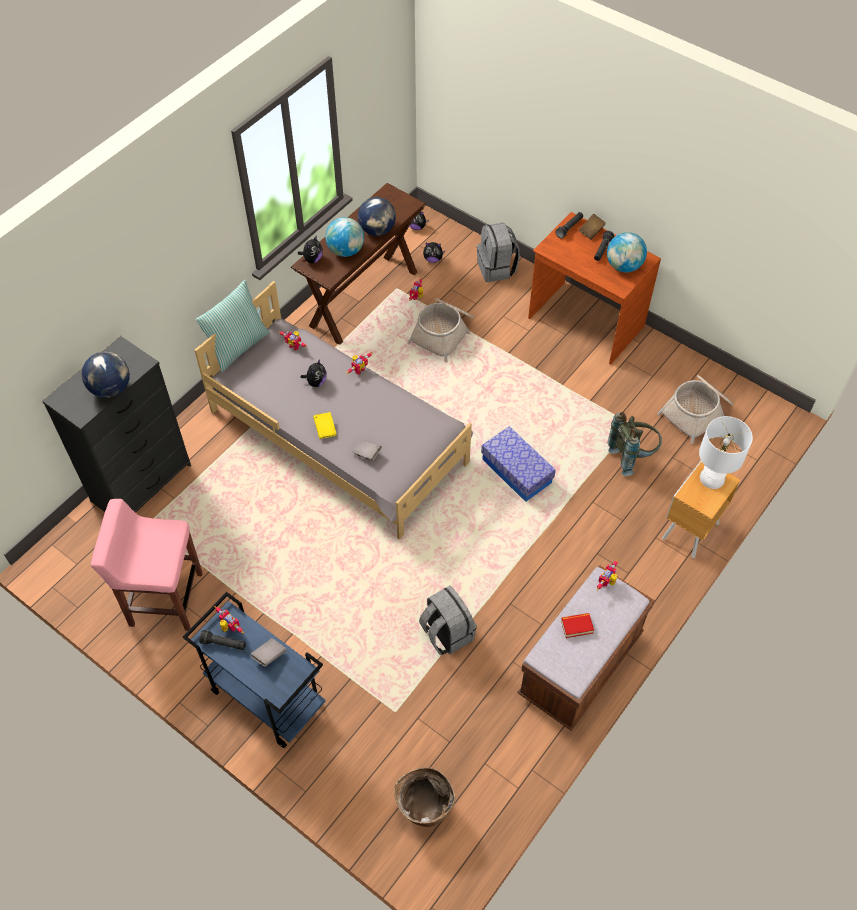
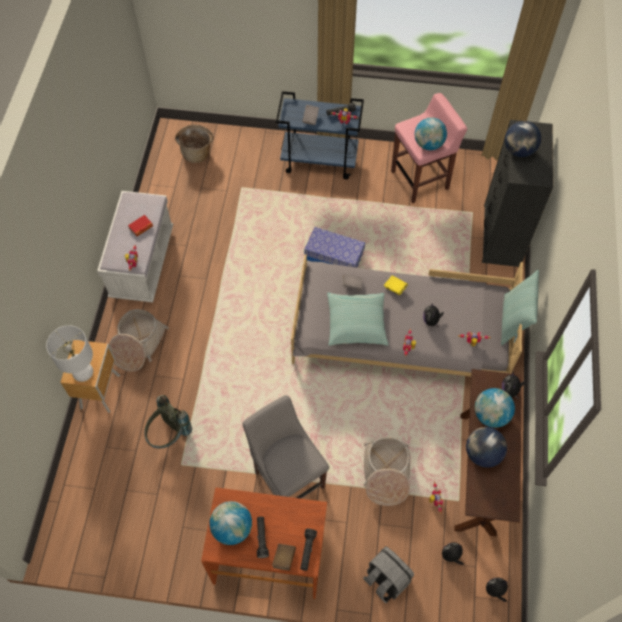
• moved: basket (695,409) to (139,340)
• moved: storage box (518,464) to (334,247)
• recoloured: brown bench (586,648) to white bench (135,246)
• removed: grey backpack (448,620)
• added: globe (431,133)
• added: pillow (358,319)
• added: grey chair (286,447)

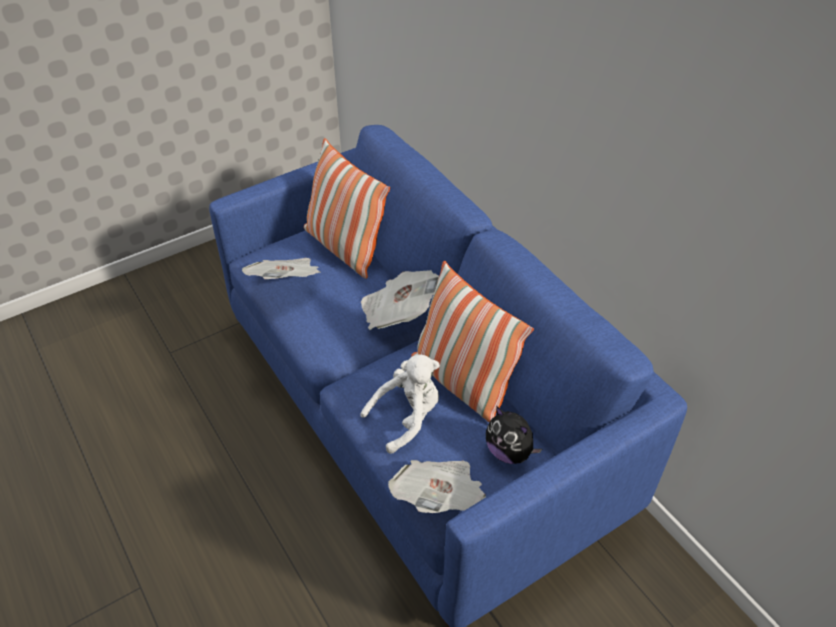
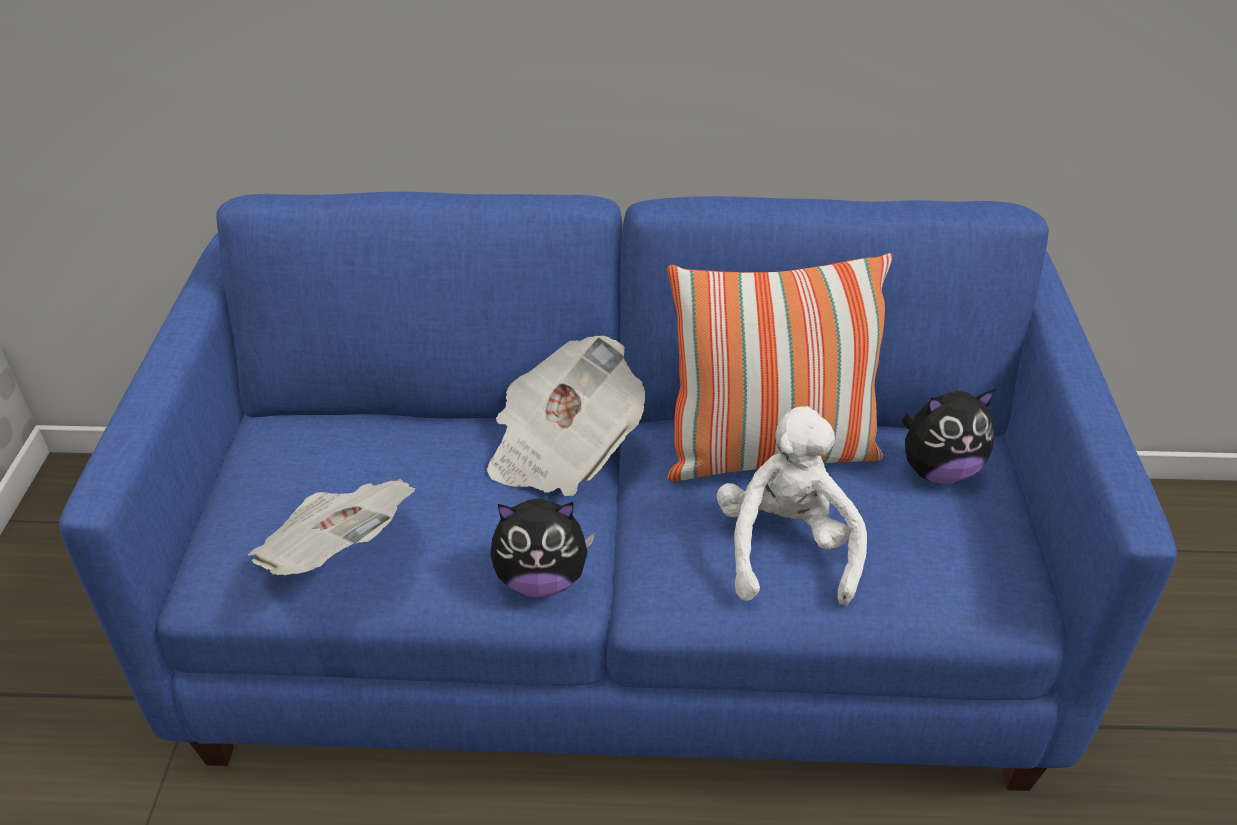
• removed: pillow (347,208)
• removed: newspaper (437,486)
• added: plush toy (542,548)

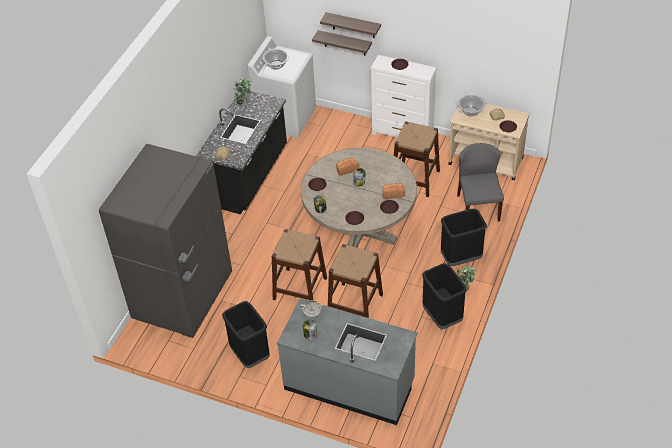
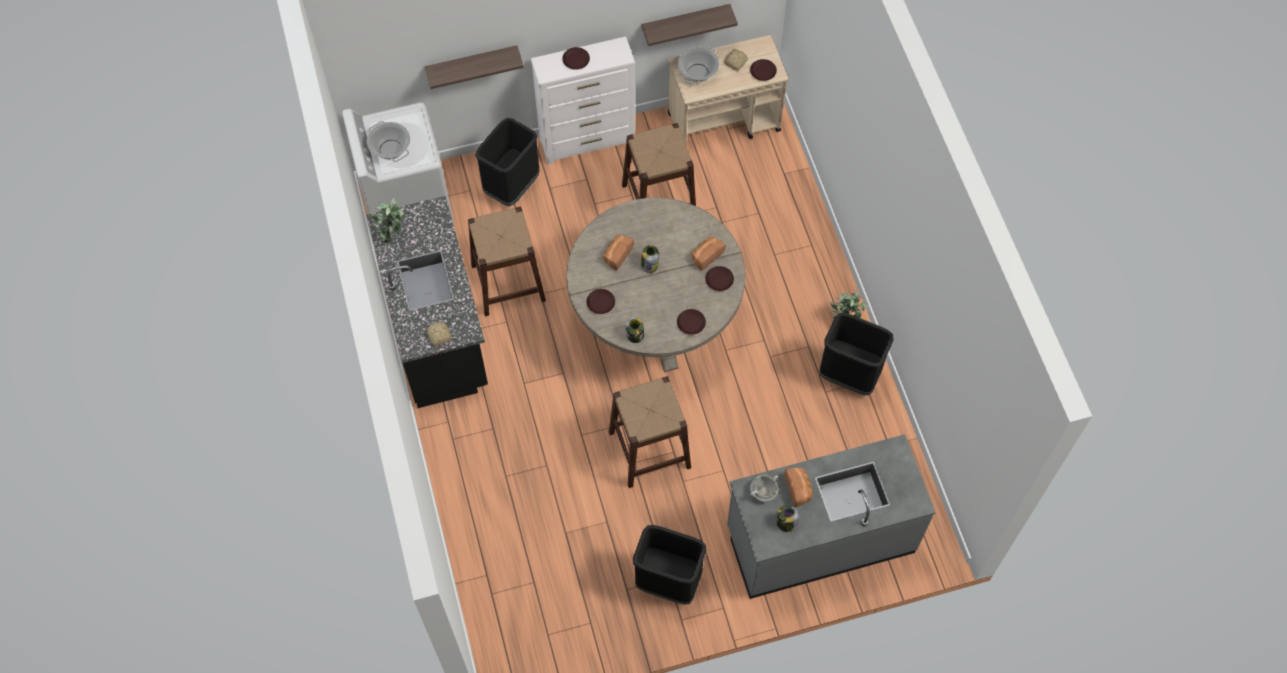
• moved: shelf (350,25) to (689,25)
• removed: grey chair (480,182)
• removed: grey fridge (165,241)
• moved: black trash can (464,237) to (507,162)
• moved: brown stool (355,281) to (507,261)
• added: bread (798,487)

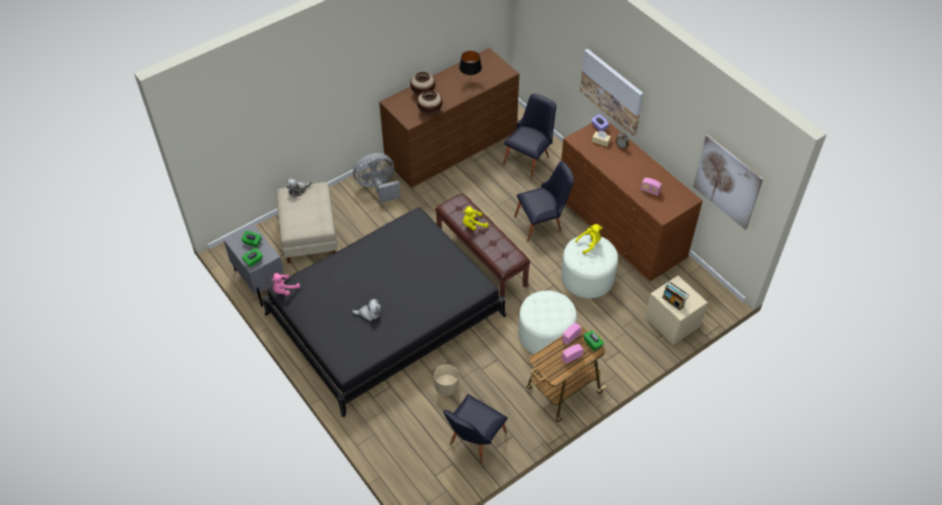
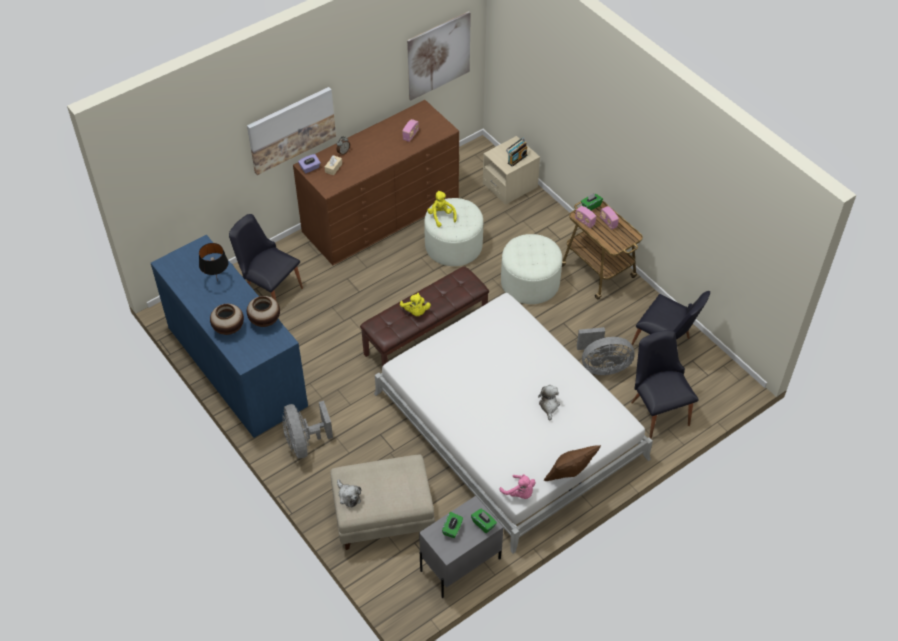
• recoloured: brown dresser (449,118) to blue dresser (229,336)
• moved: black chair (544,201) to (664,384)
• recoloured: black bed (384,312) to white bed (513,423)
• replaced: beige planter (446,379) to grey fan (606,351)
• added: brown pillow (572,463)

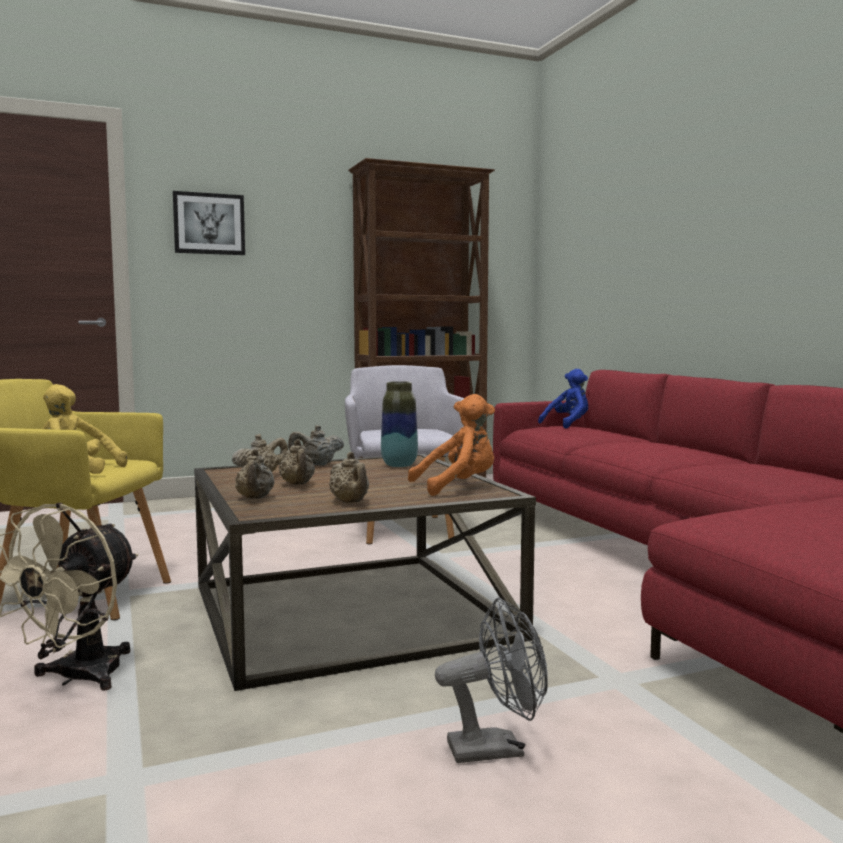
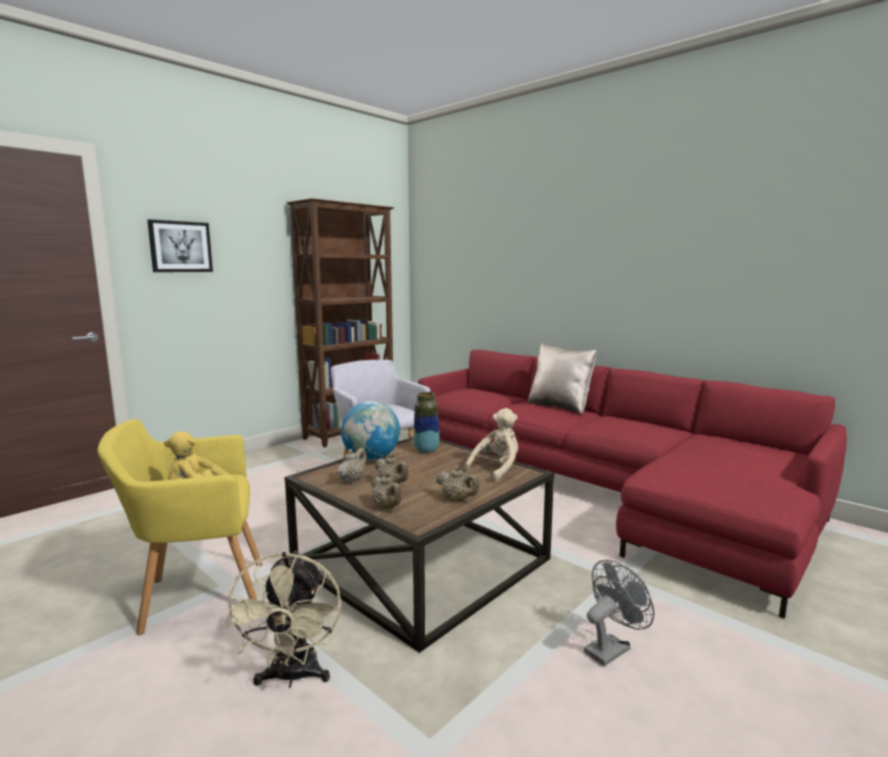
• removed: blue plush toy (563,398)
• recoloured: orange plush toy (451,445) to beige plush toy (491,445)
• replaced: beige teapot (316,445) to globe (370,430)
• added: beige pillow (562,379)

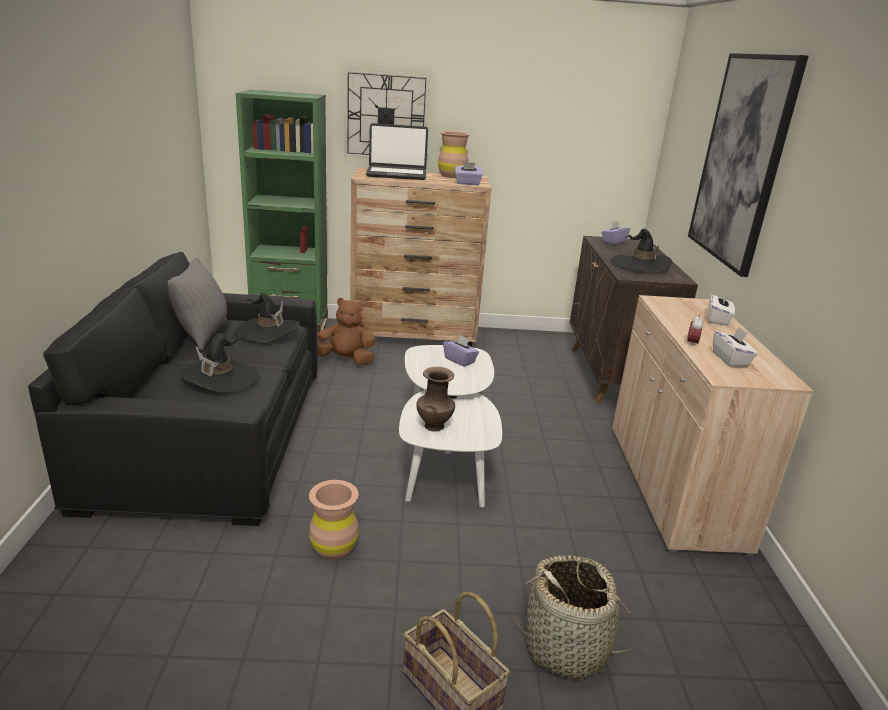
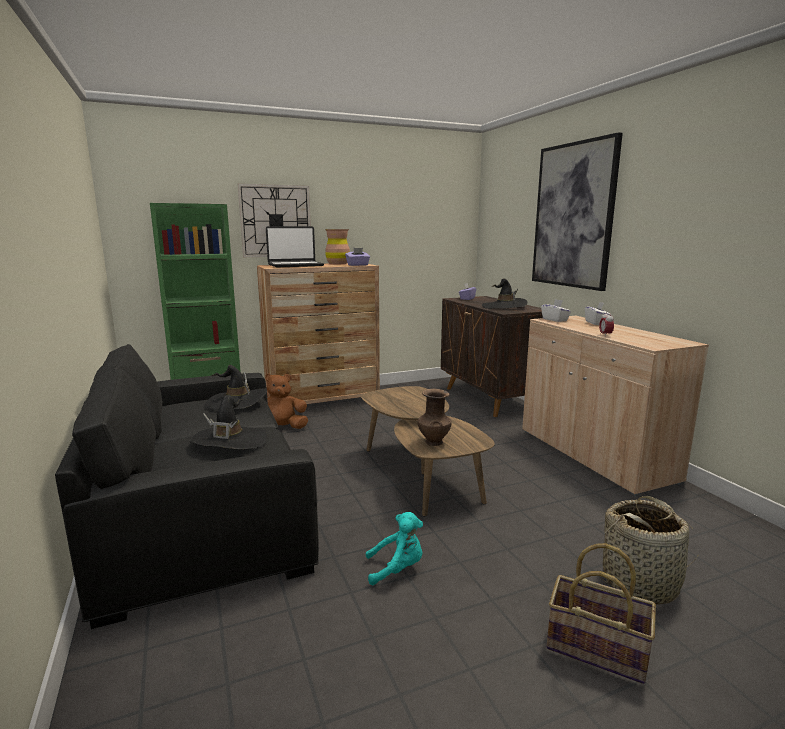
• removed: grey pillow (197,303)
• moved: white tissue box (735,346) to (556,310)
• removed: purple tissue box (461,351)
• recoloured: white coffee table (450,426) to brown coffee table (428,451)
• replaced: brown vase (334,520) to turquoise plush toy (394,548)

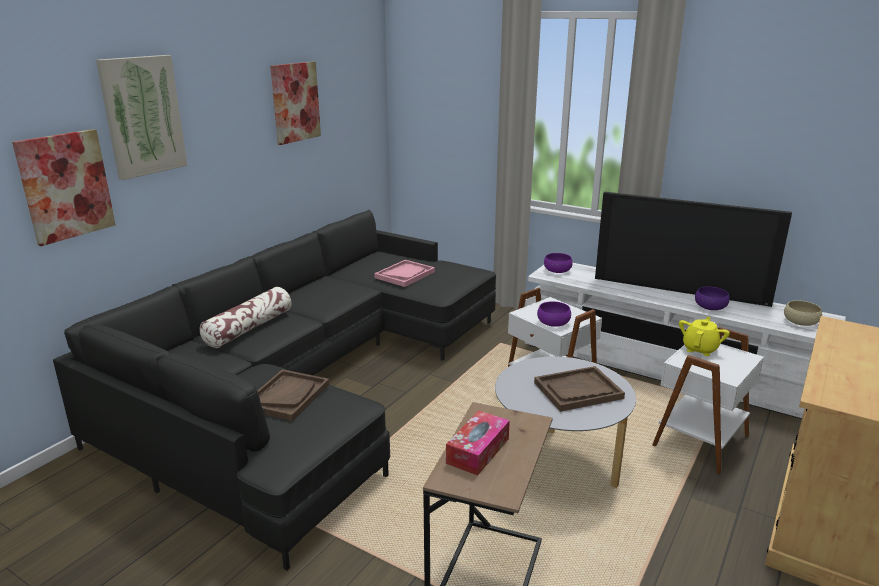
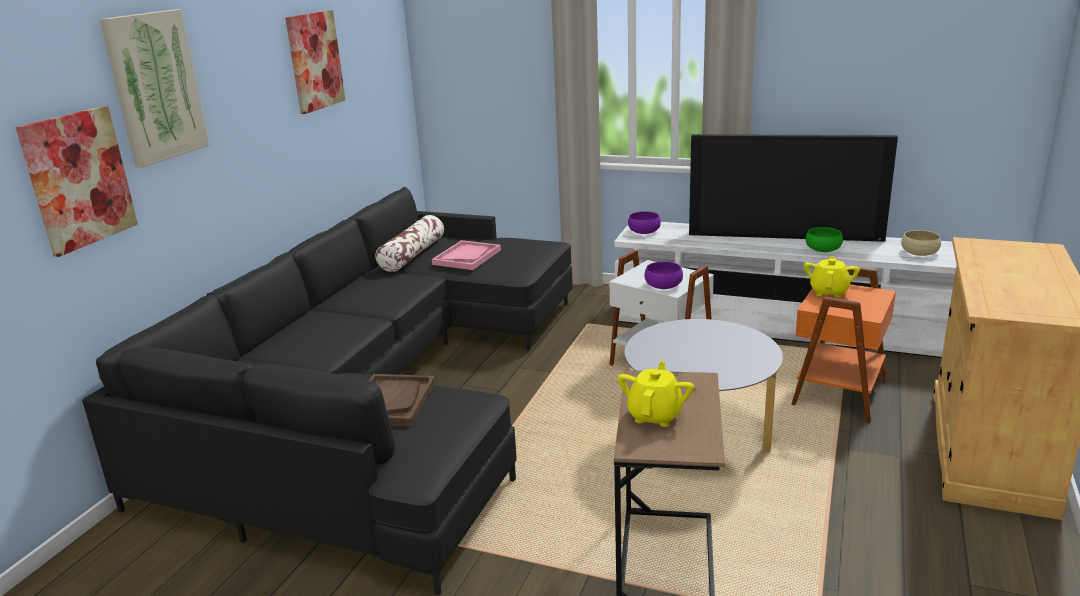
• moved: pillow (245,317) to (409,243)
• recoloured: purple bowl (712,298) to green bowl (824,239)
• recoloured: white side table (708,401) to orange side table (844,344)
• removed: brown tray (579,389)
• replaced: tissue box (478,443) to yellow teapot (656,394)

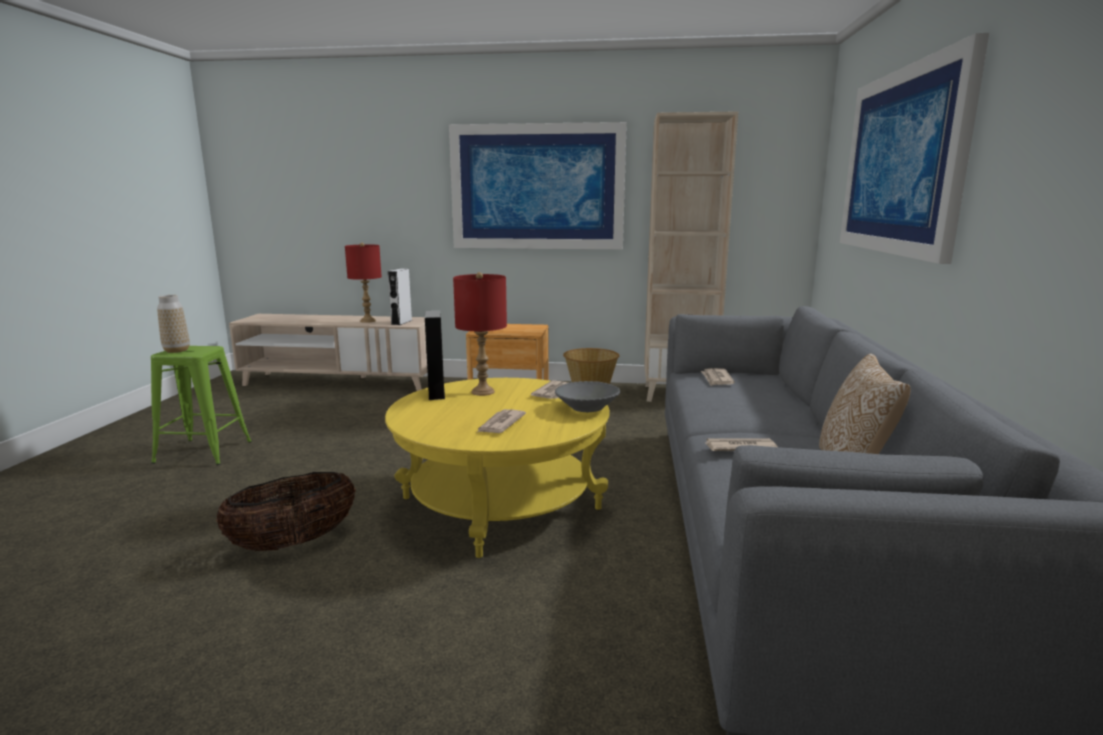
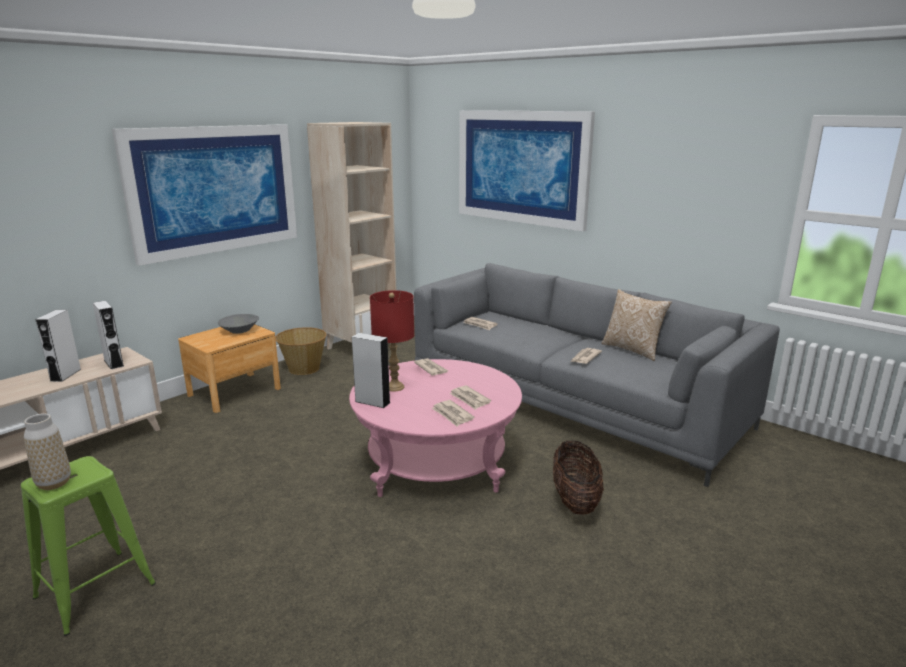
• replaced: red table lamp (363,283) to white speaker (58,346)
• recoloured: yellow coffee table (497,468) to pink coffee table (435,428)
• moved: grey bowl (588,396) to (238,324)
• moved: basket (286,511) to (578,478)
• added: newspaper (453,413)

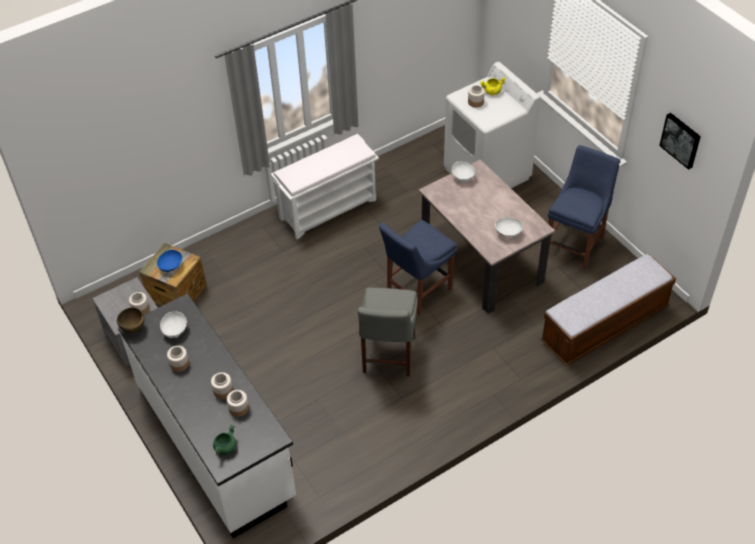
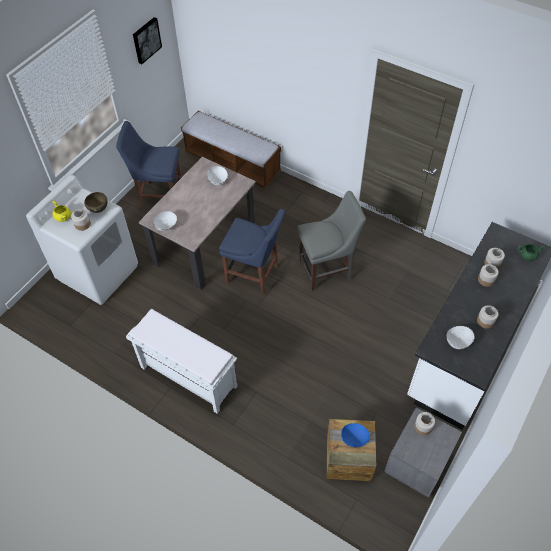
• moved: brown bowl (131,320) to (96,202)

